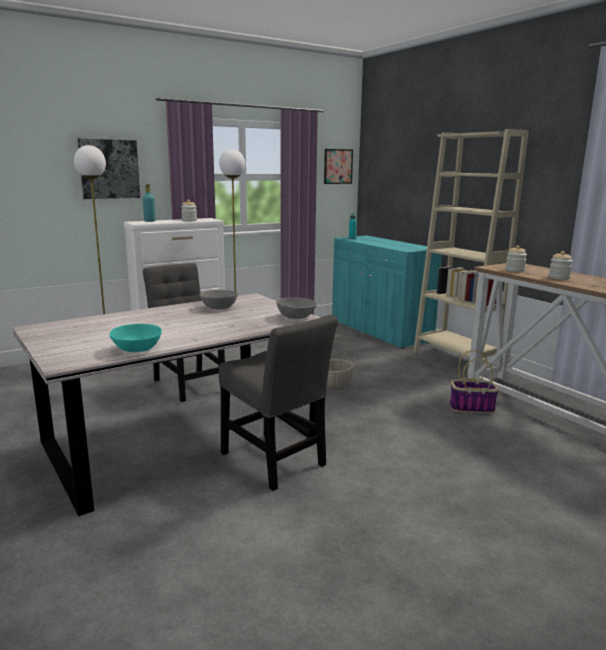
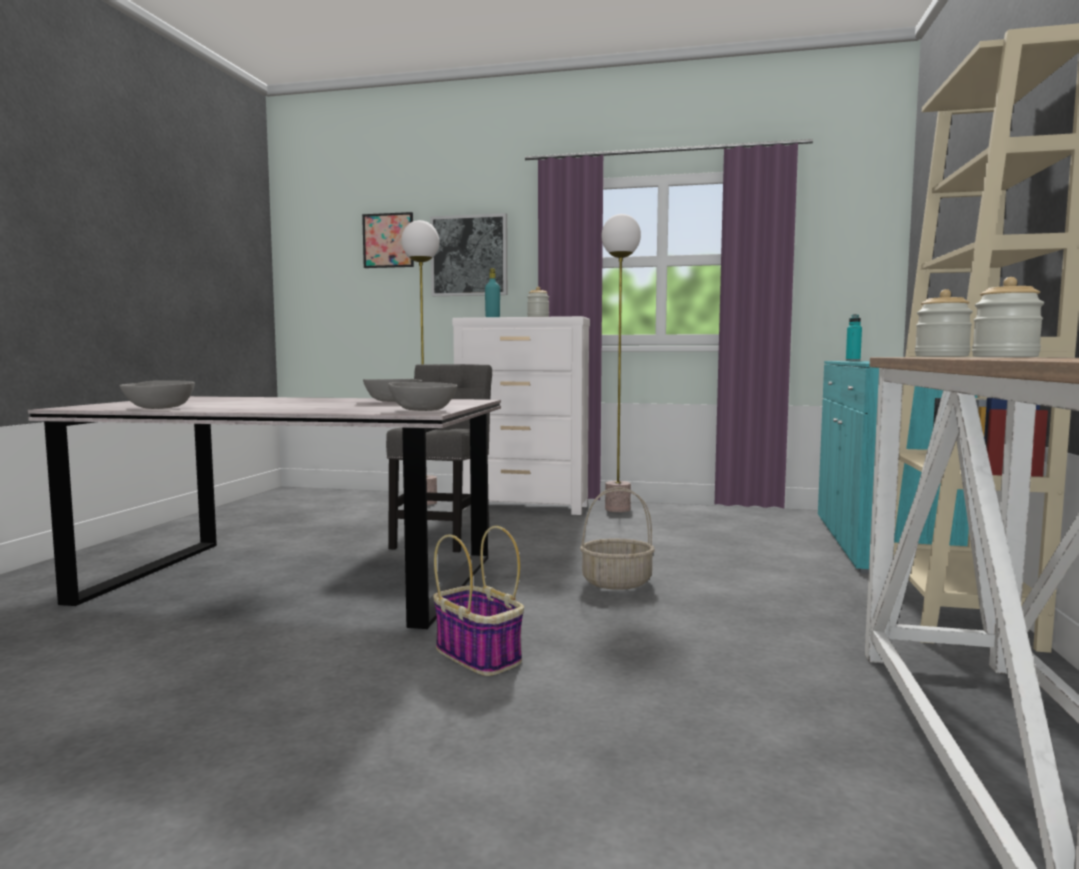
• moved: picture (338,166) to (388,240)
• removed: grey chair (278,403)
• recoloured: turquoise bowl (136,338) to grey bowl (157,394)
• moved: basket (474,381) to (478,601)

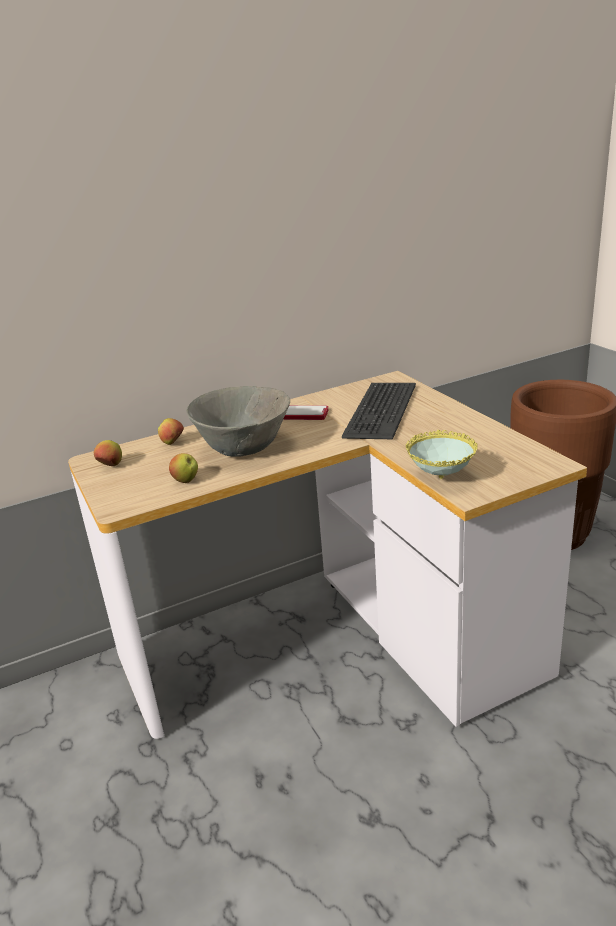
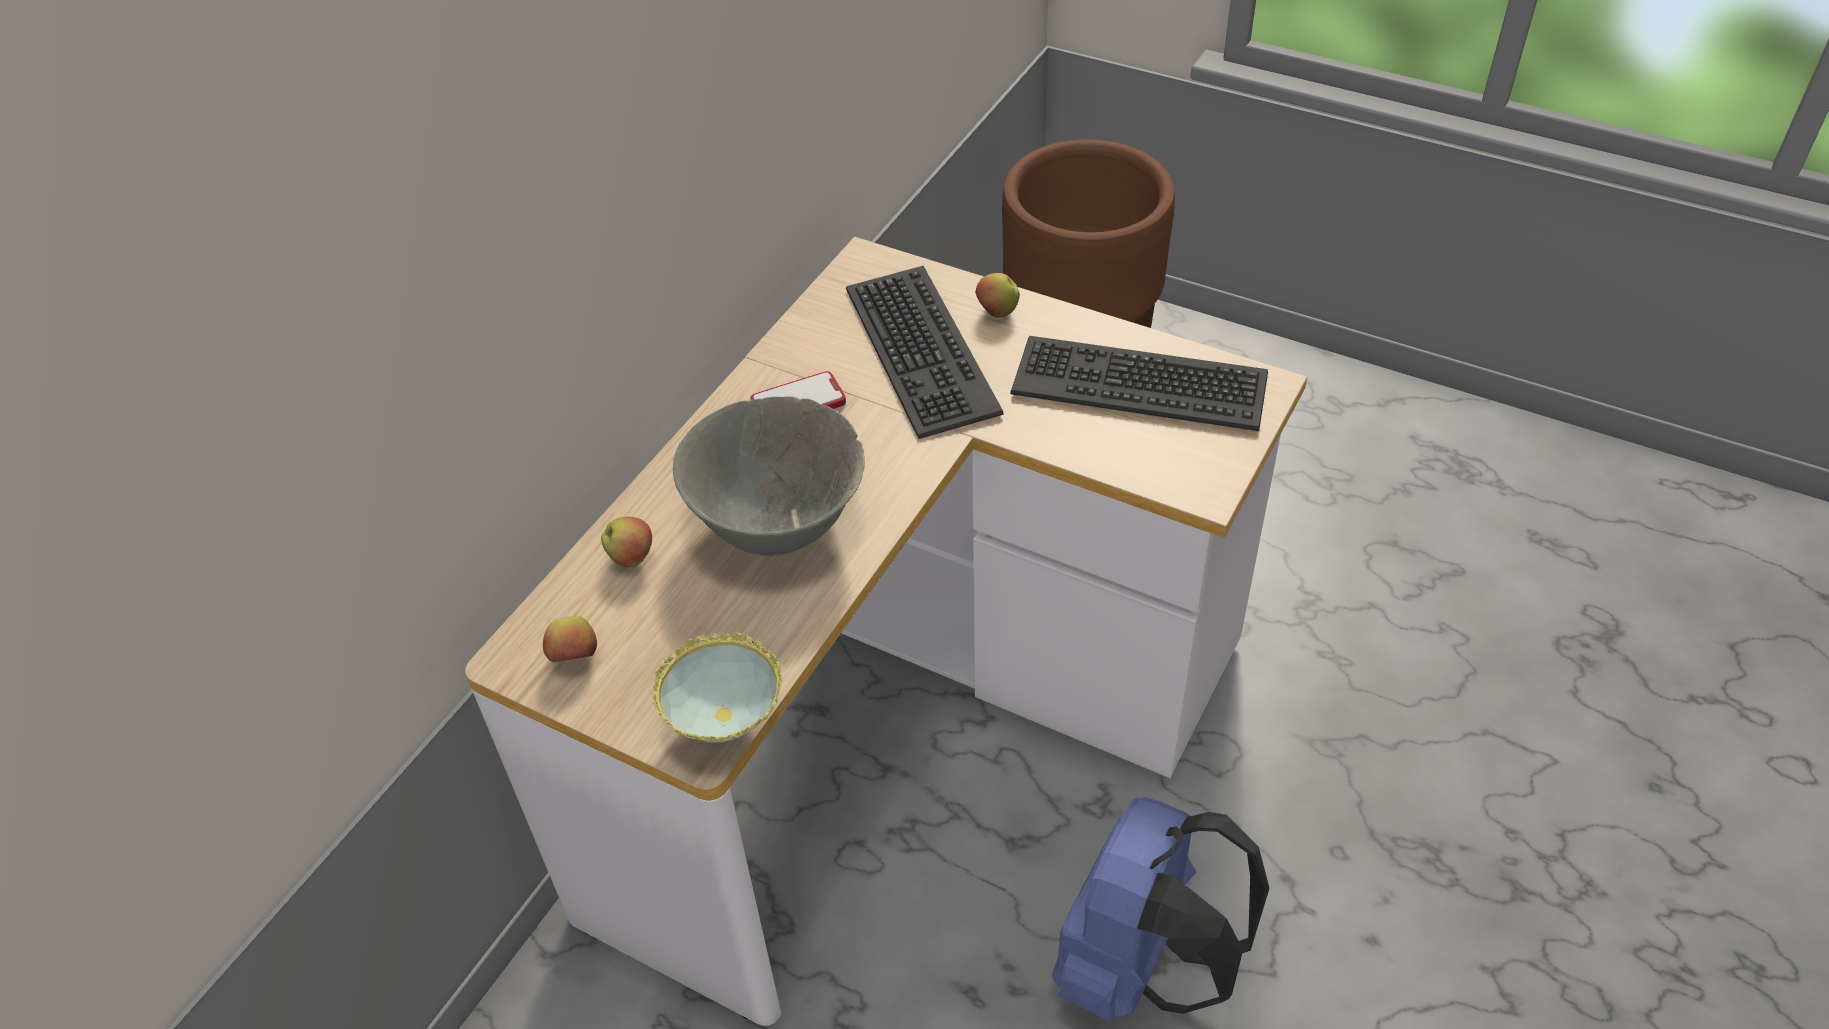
• moved: bowl (442,454) to (717,688)
• moved: apple (183,468) to (997,295)
• added: keyboard (1139,383)
• added: blue backpack (1160,909)

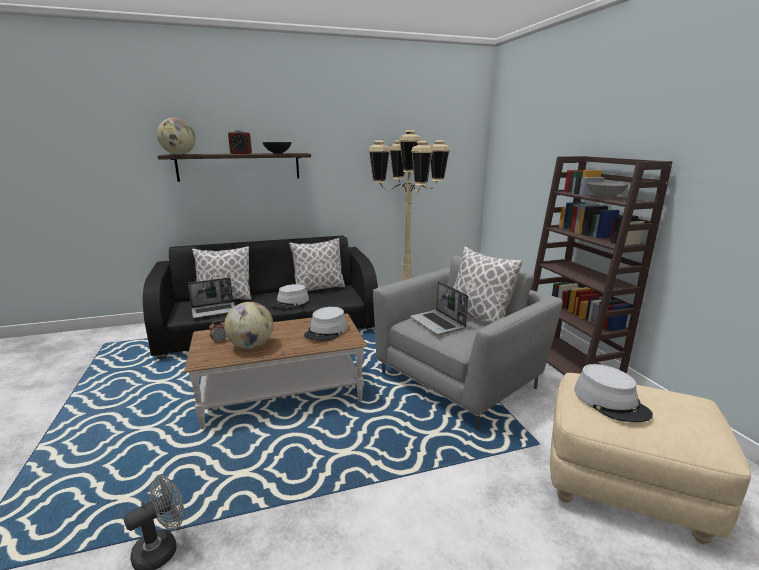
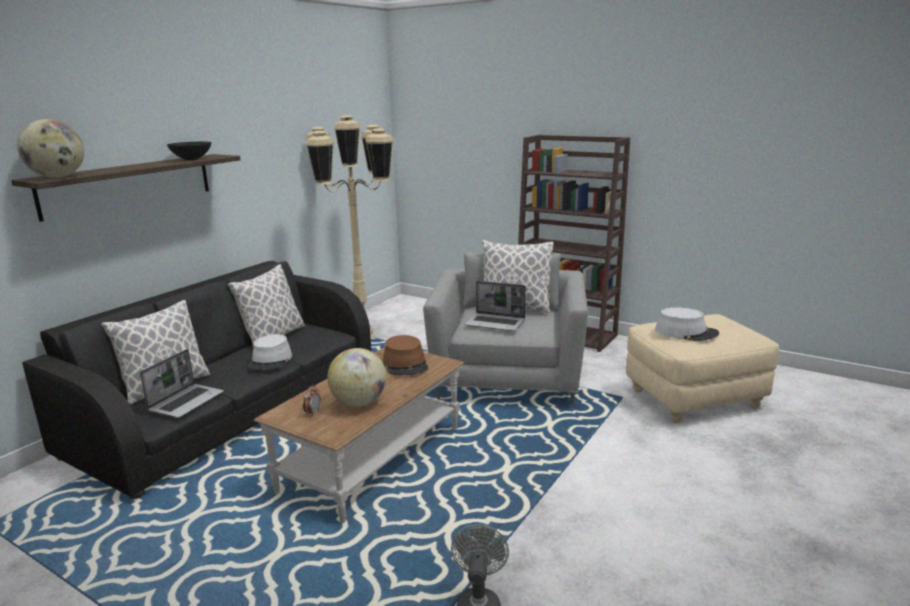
• removed: alarm clock (240,142)
• removed: grey bowl (608,190)
• recoloured: grey hat (325,324) to brown hat (405,355)

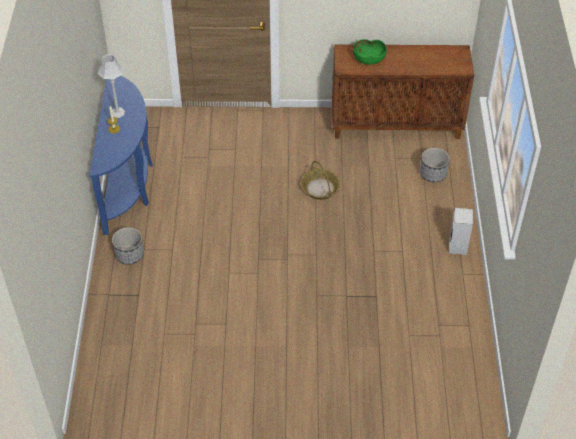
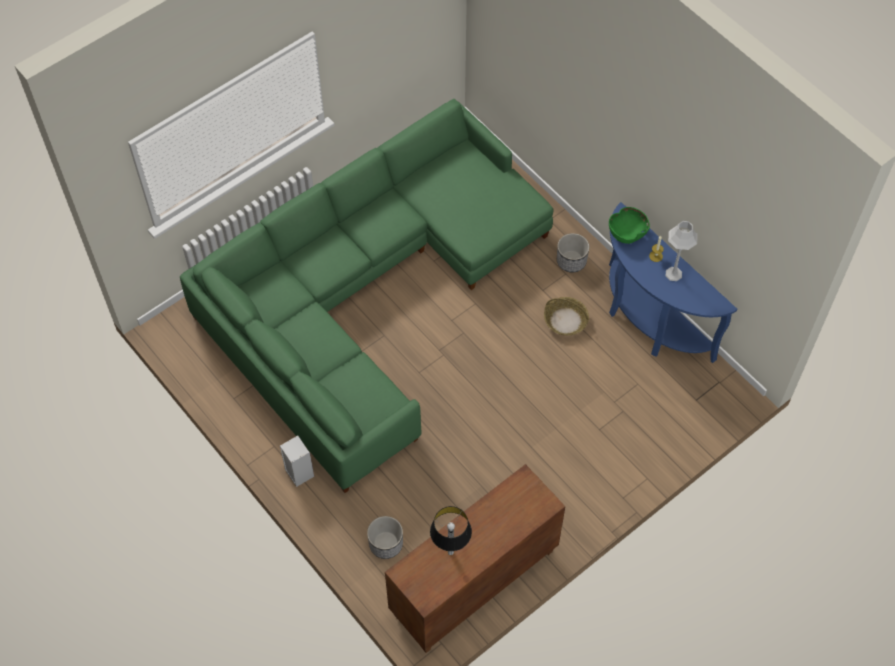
• moved: green bowl (370,51) to (629,225)
• moved: basket (320,180) to (566,316)
• added: green sofa (367,296)
• added: table lamp (451,530)

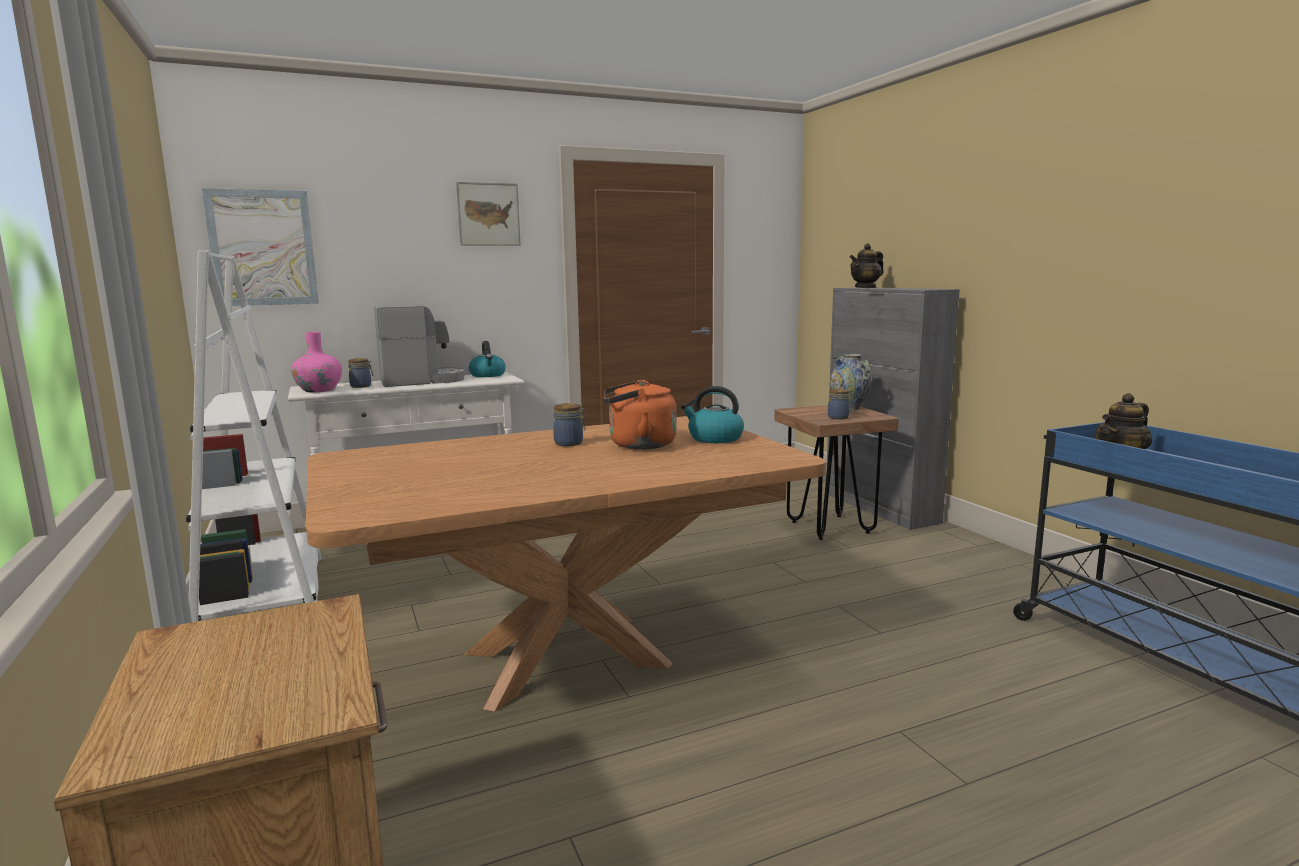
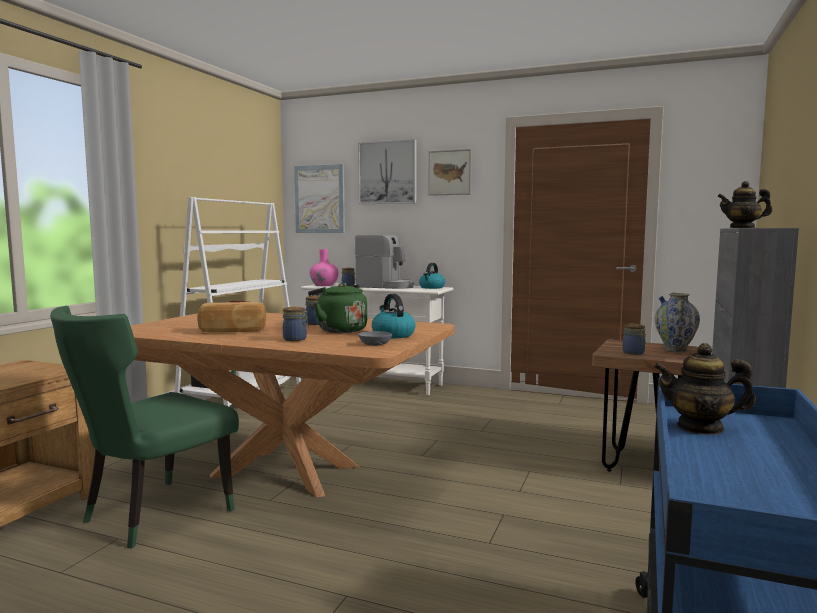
• recoloured: orange kettle (640,414) to green kettle (337,308)
• added: picture (387,171)
• added: bread (231,317)
• added: green chair (144,427)
• added: jar (296,324)
• added: grey bowl (375,338)

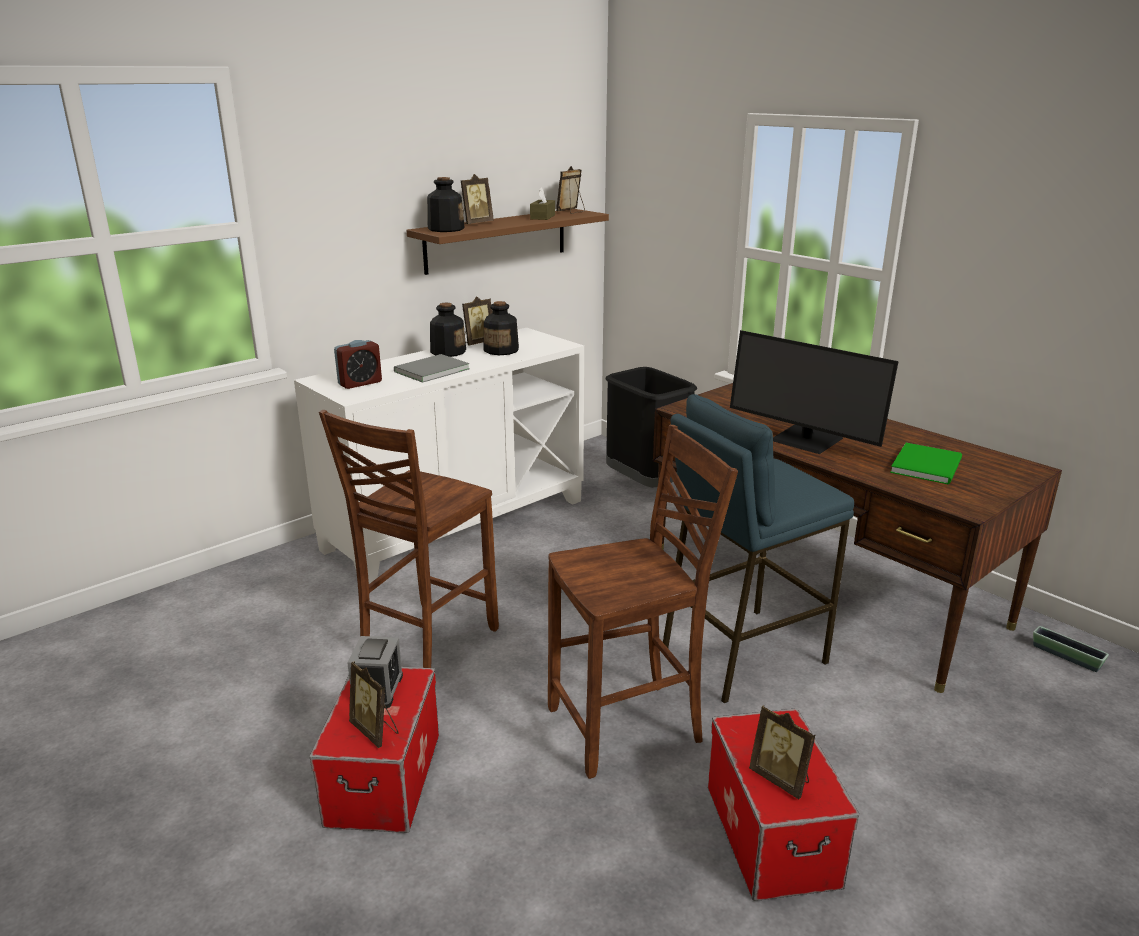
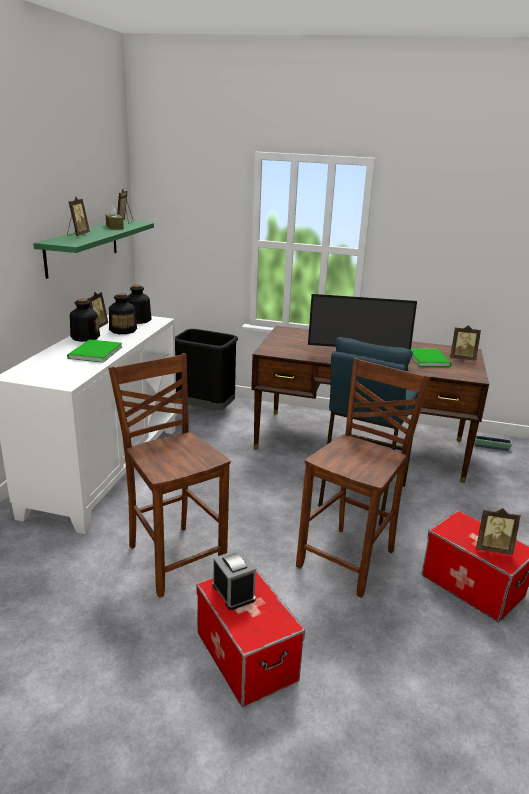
• moved: bottle (446,204) to (139,304)
• recoloured: brown shelf (507,242) to green shelf (93,249)
• removed: alarm clock (358,364)
• recoloured: grey book (431,368) to green book (94,351)
• turned: brown chair (409,539) = (169,475) 150 degrees clockwise
• moved: picture frame (374,704) to (465,343)

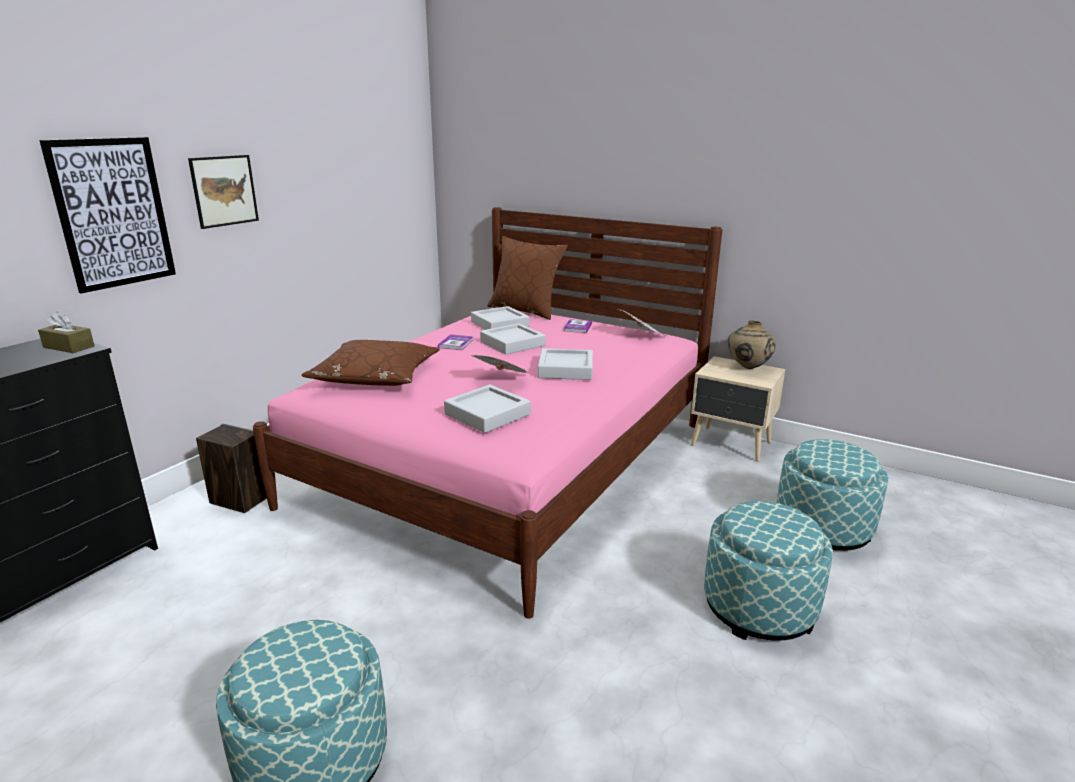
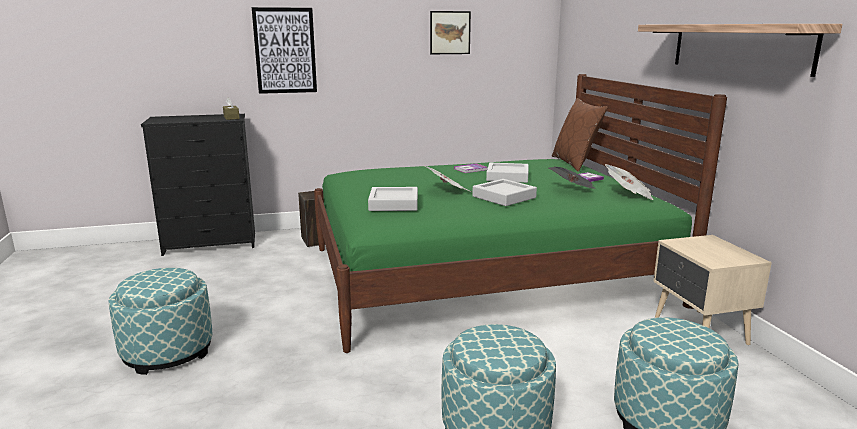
• moved: picture (223,192) to (450,32)
• recoloured: pink bed (487,413) to green bed (520,213)
• removed: grey tray (500,318)
• removed: beige vase (752,344)
• removed: brown pillow (371,363)
• added: shelf (740,50)
• added: newspaper (572,178)

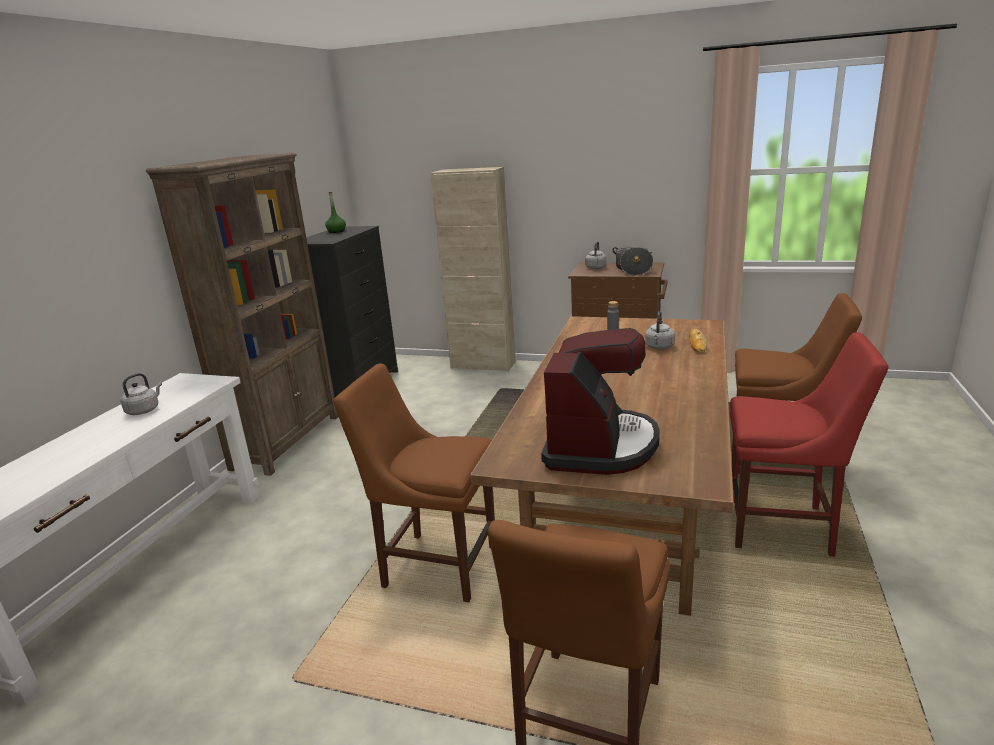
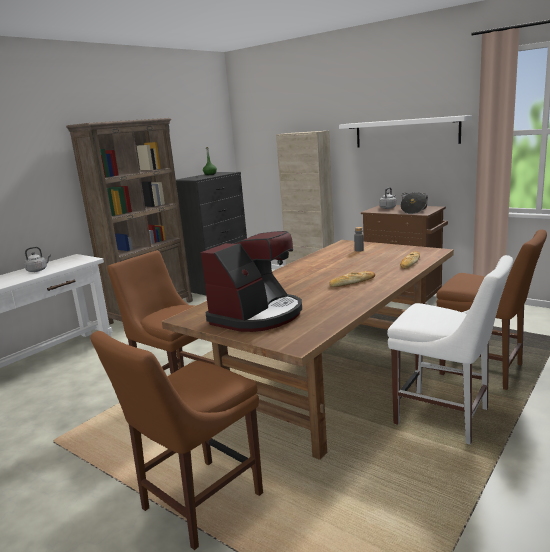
• removed: grey kettle (660,330)
• recoloured: red chair (809,444) to white chair (450,350)
• added: white shelf (405,131)
• added: bread (352,279)

